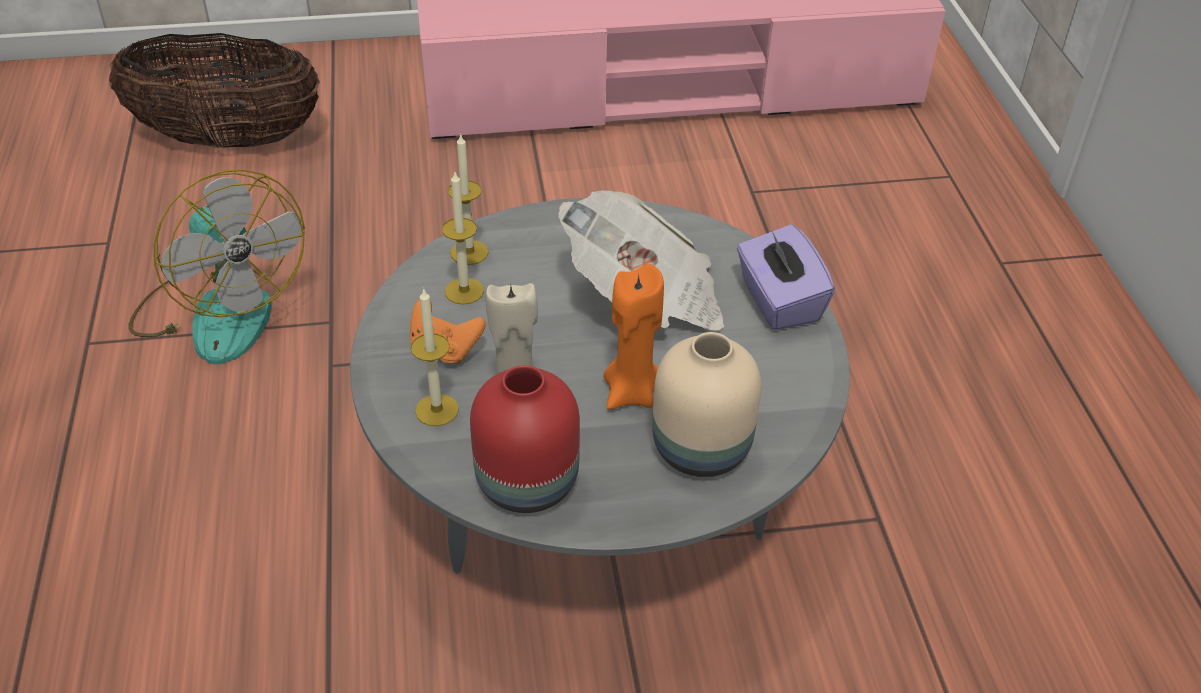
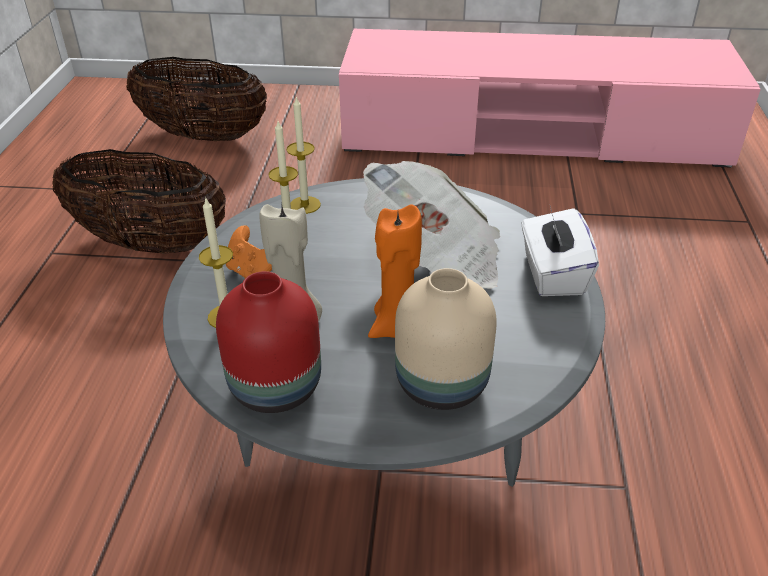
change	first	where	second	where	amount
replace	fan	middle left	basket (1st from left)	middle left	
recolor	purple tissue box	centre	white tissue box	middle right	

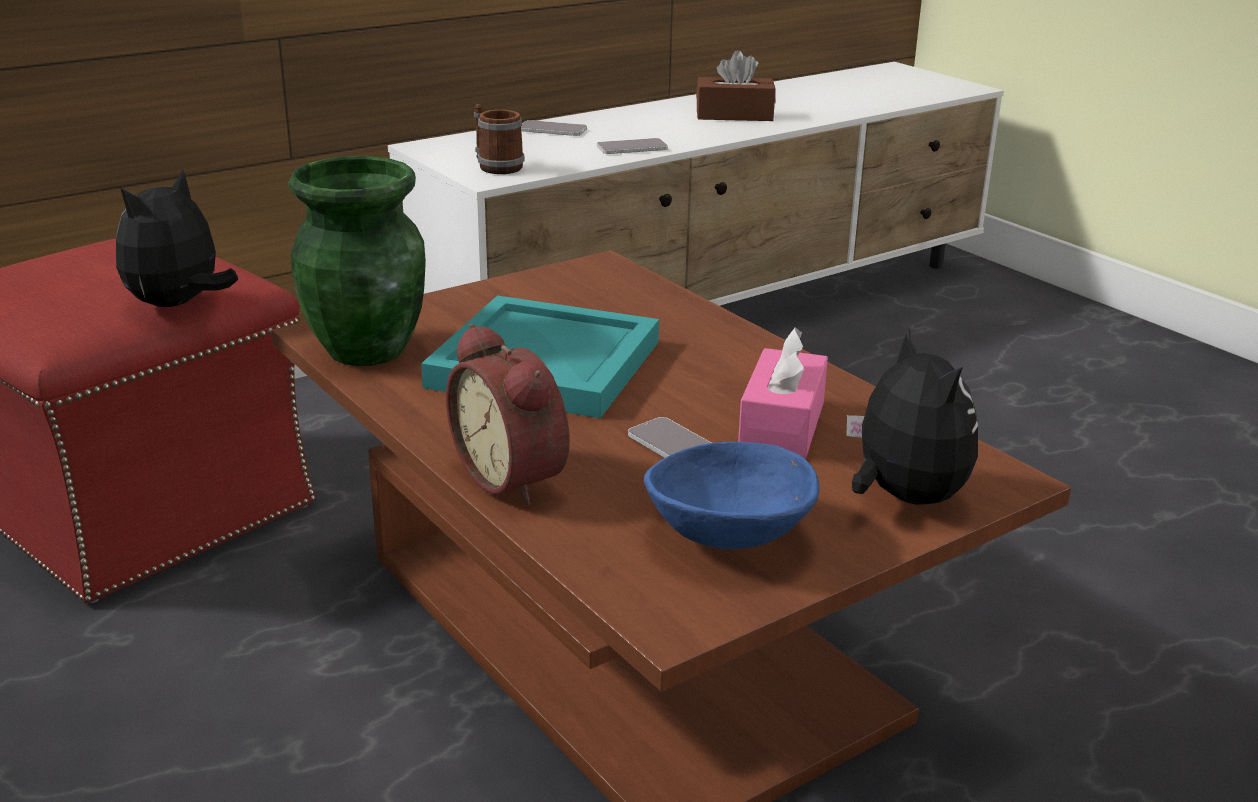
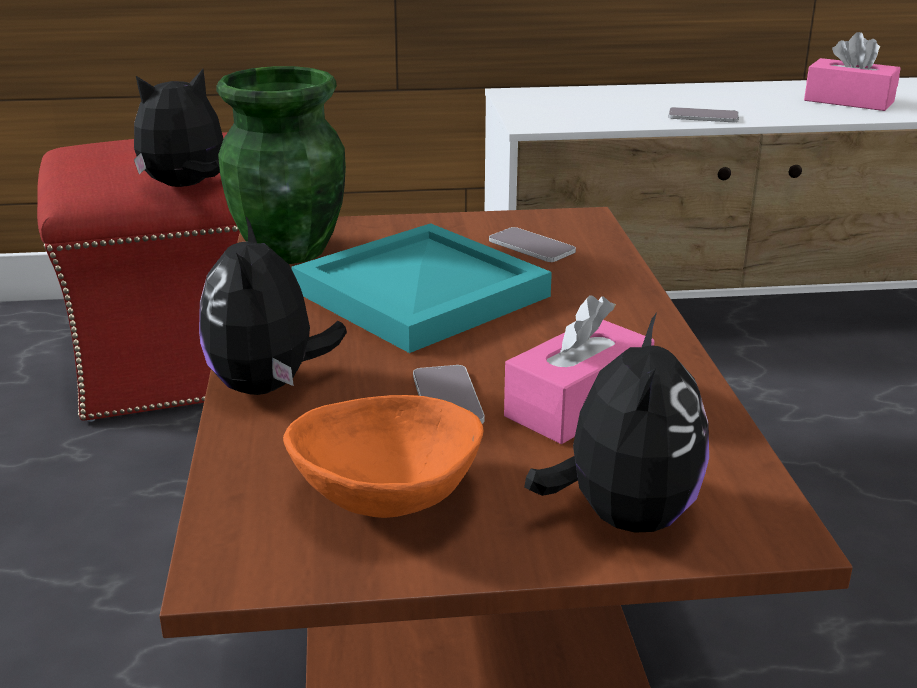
change	first	where	second	where	amount
recolor	brown tissue box	top centre	pink tissue box (2nd from left)	top right	
delete	mug	top centre			
move	phone (1st from left in the first image)	top centre	phone (2nd from left)	centre	
replace	alarm clock	centre	plush toy (2nd from left)	middle left	
recolor	blue bowl	centre	orange bowl	centre	

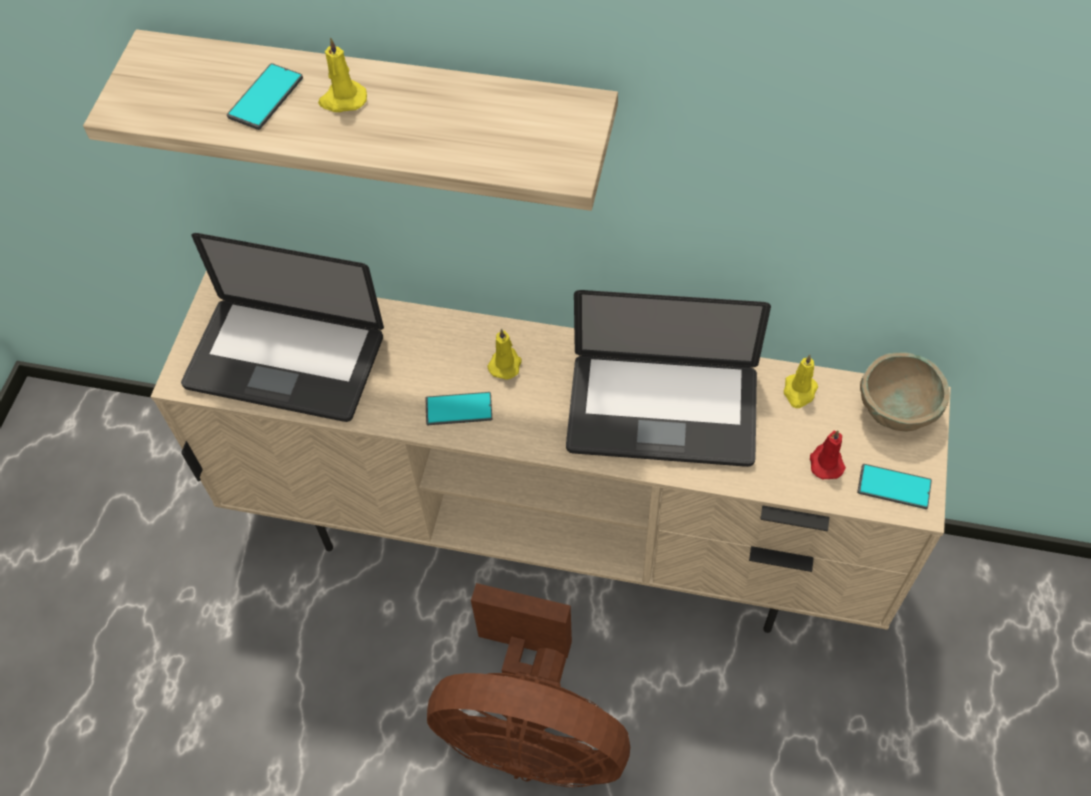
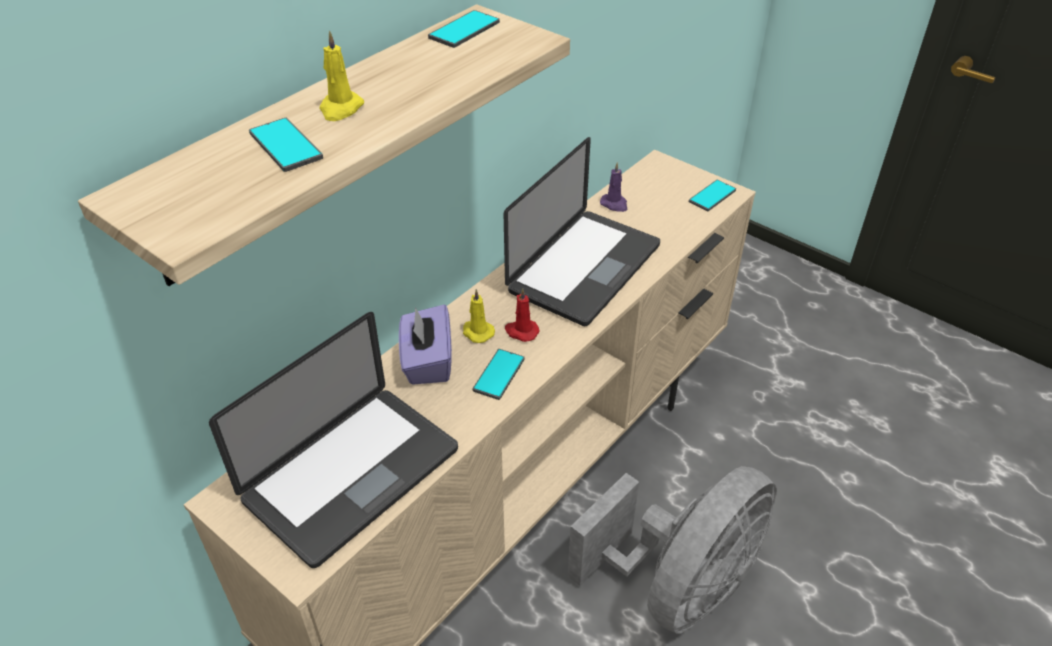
change	first	where	second	where	amount
delete	beige bowl	middle right			
recolor	yellow candle (3rd from left)	middle right	purple candle	top centre	
move	red candle	middle right		centre	
recolor	brown fan	bottom centre	grey fan	bottom centre	
insert			phone (2nd from left)	top centre	
insert			purple tissue box	centre	

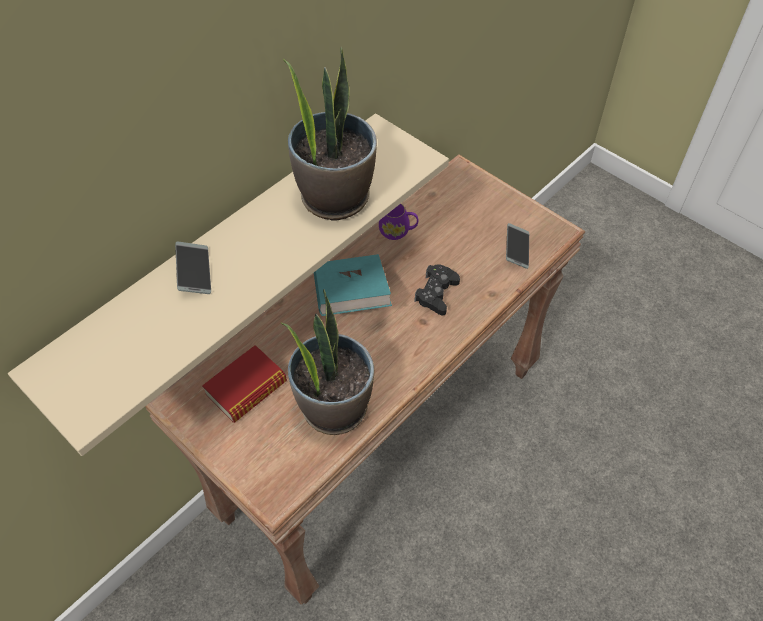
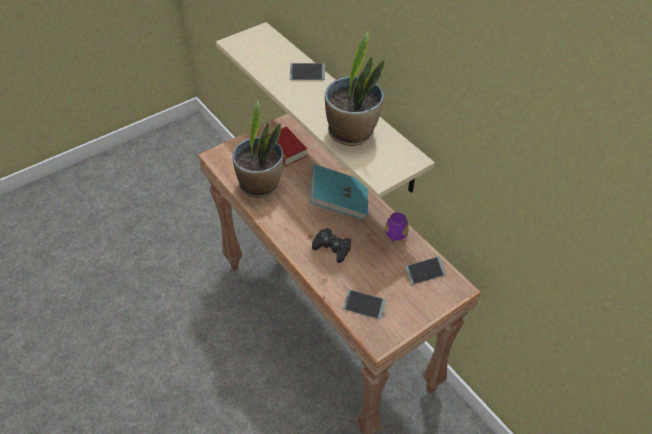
change	first	where	second	where	amount
insert			phone (3rd from left)	centre	

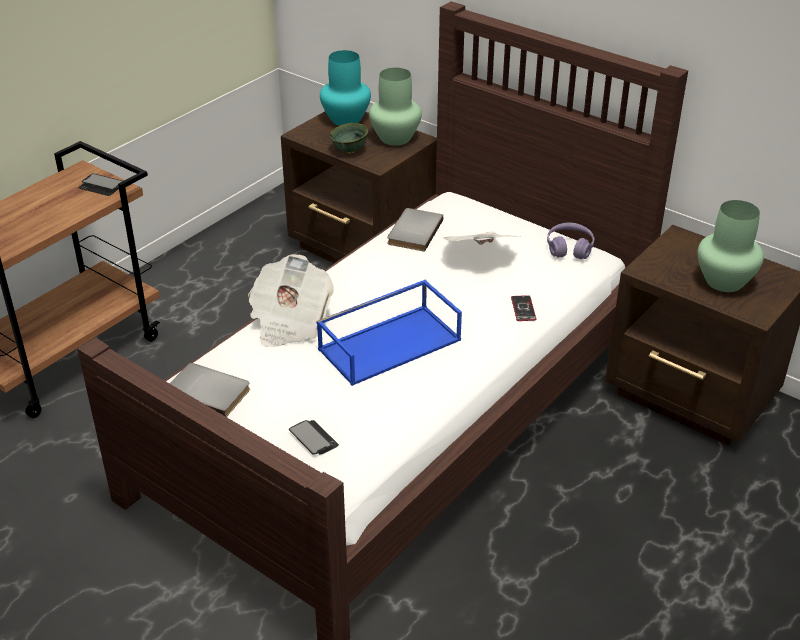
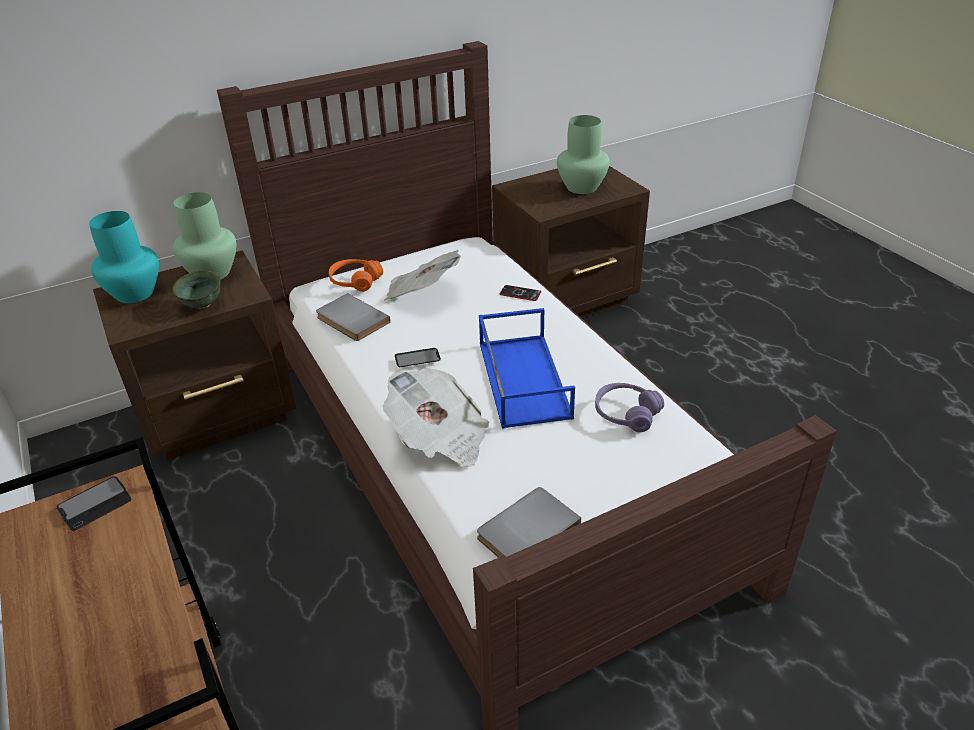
change	first	where	second	where	amount
move	purple headphones	middle right		centre	
move	phone (2nd from left)	bottom centre		centre	
insert			orange headphones	centre	

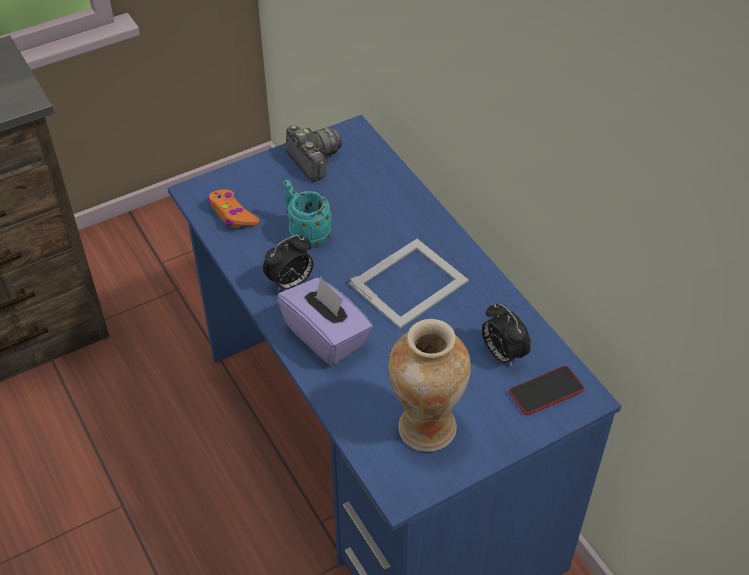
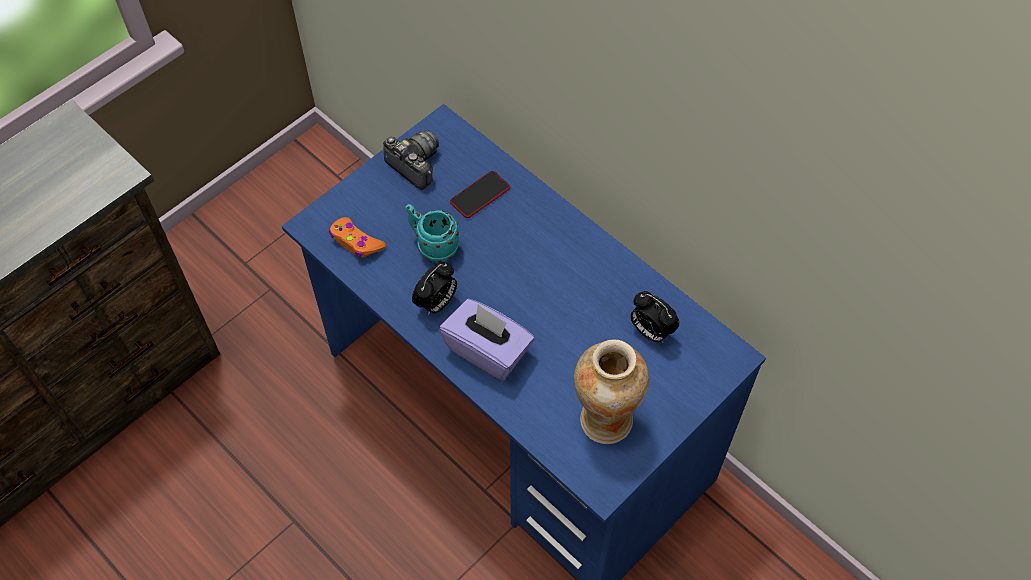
change	first	where	second	where	amount
delete	picture frame	centre			
move	phone	bottom right		centre	

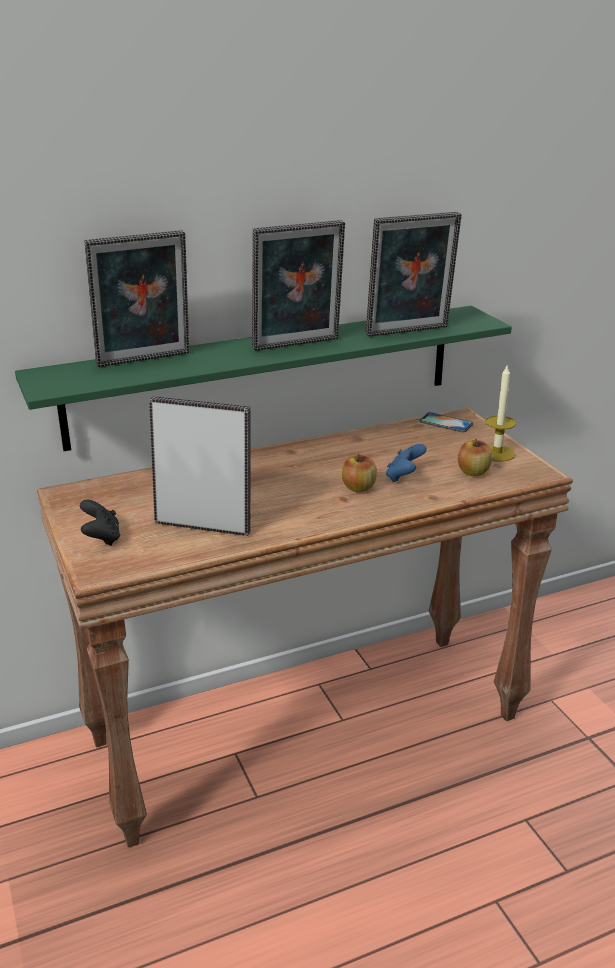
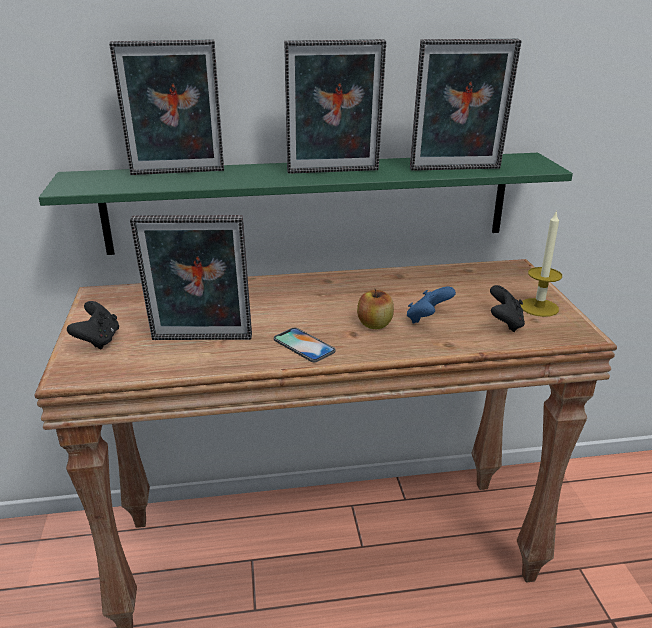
change	first	where	second	where	amount
rotate	picture frame (2nd from left)	middle left		middle left	150 degrees clockwise
move	phone	middle right		centre	
replace	apple (2nd from left)	middle right	black game controller (2nd from left)	middle right	

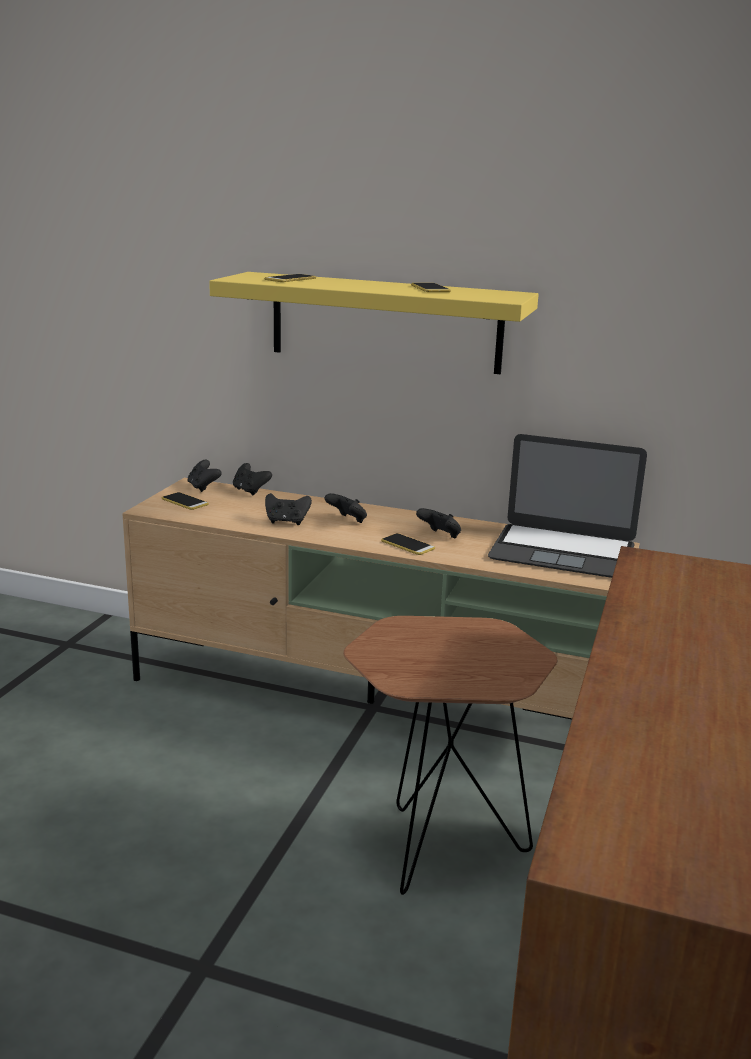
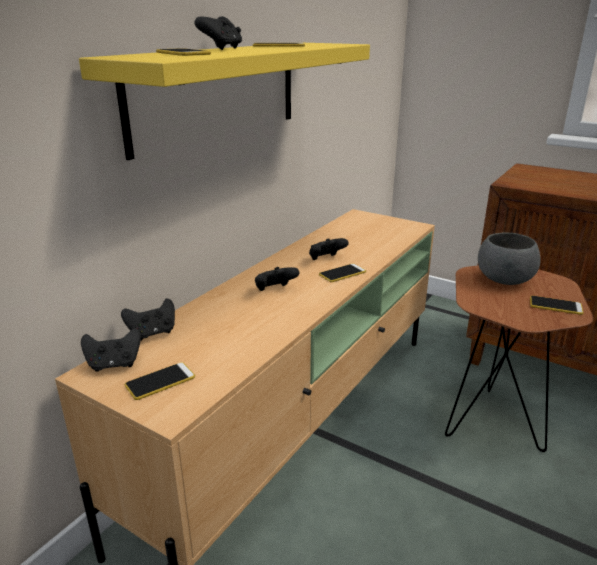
change	first	where	second	where	amount
delete	laptop	middle right			
move	black game controller (3rd from left)	centre		top centre	
insert			grey bowl	middle right	
insert			phone (5th from left)	middle right	

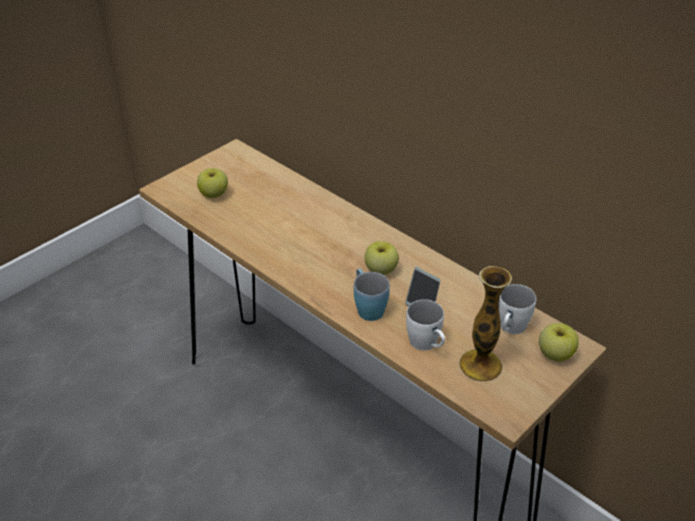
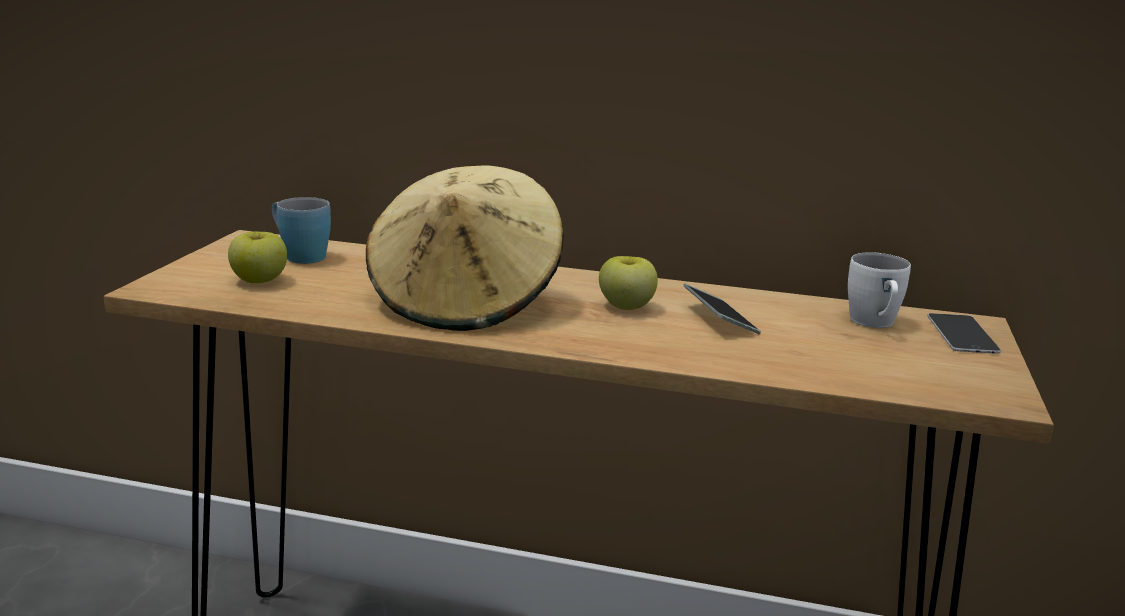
change	first	where	second	where	amount
delete	vase	middle right			
move	blue mug	centre		middle left	
delete	white mug (1st from left)	centre			
replace	apple (3rd from left)	middle right	phone (2nd from left)	middle right	
insert			beige hat	centre	

